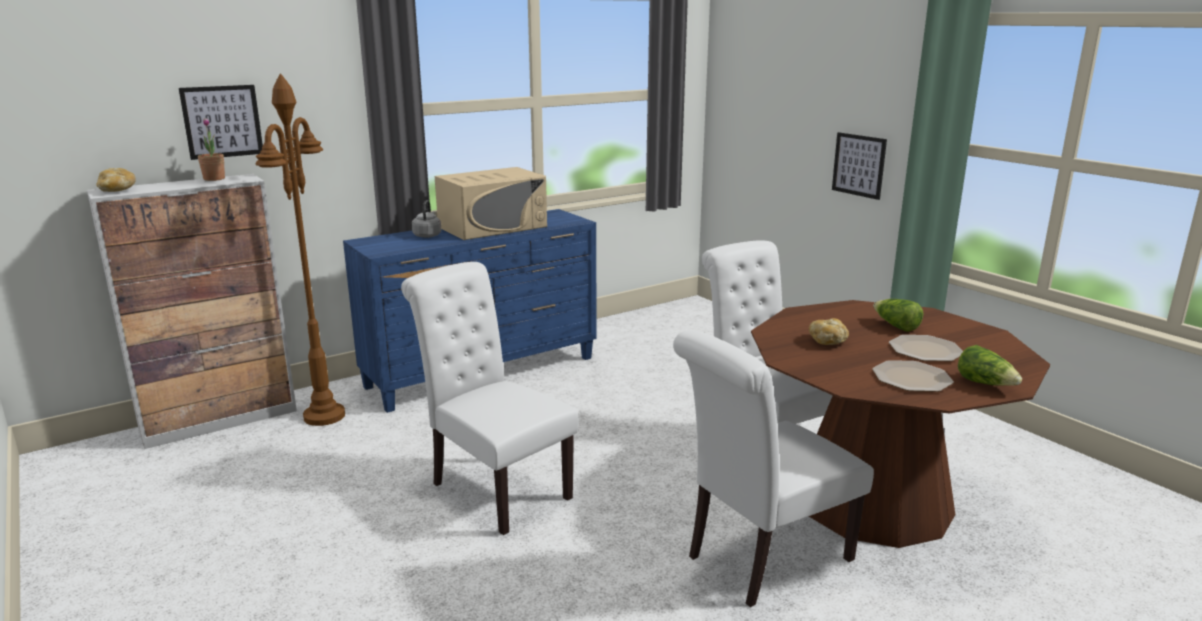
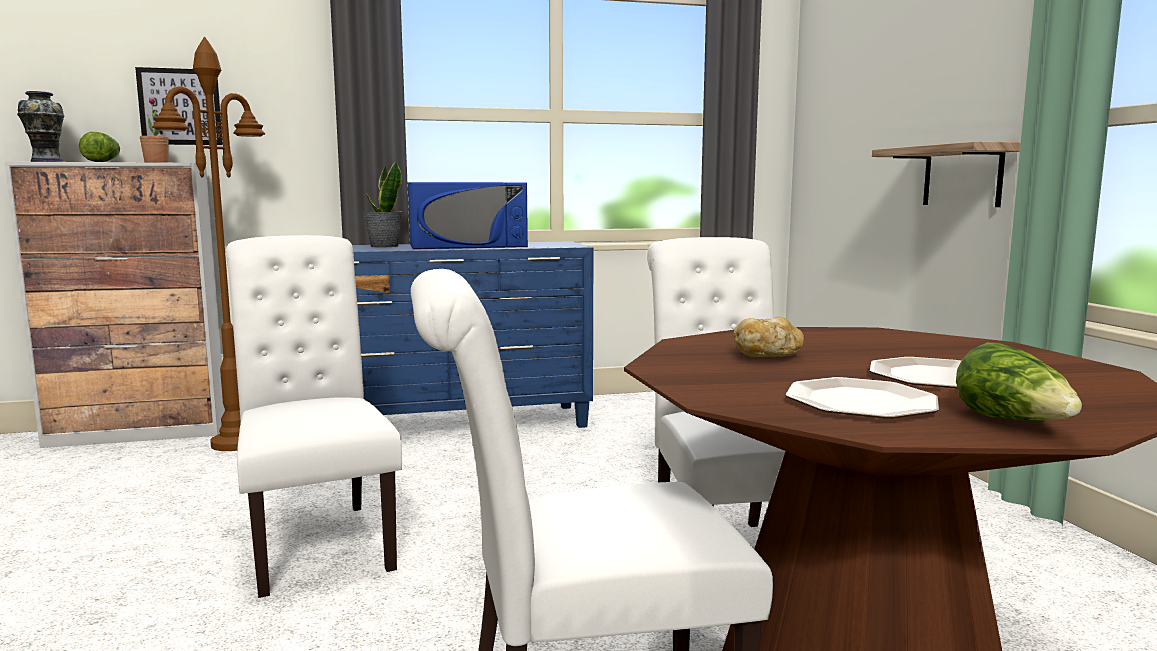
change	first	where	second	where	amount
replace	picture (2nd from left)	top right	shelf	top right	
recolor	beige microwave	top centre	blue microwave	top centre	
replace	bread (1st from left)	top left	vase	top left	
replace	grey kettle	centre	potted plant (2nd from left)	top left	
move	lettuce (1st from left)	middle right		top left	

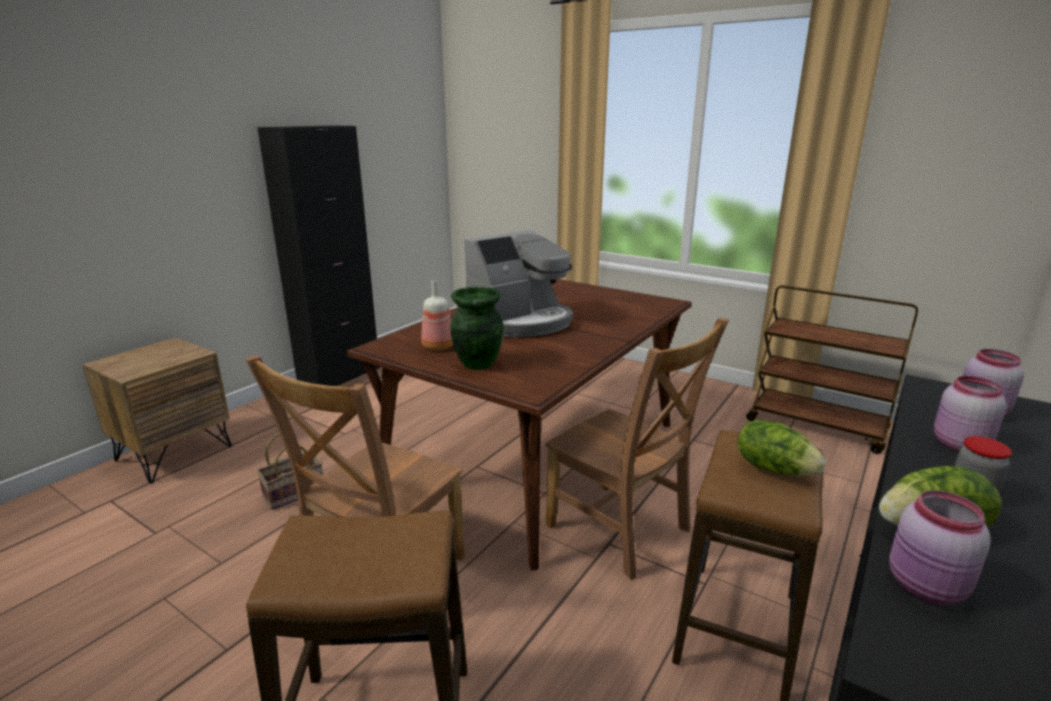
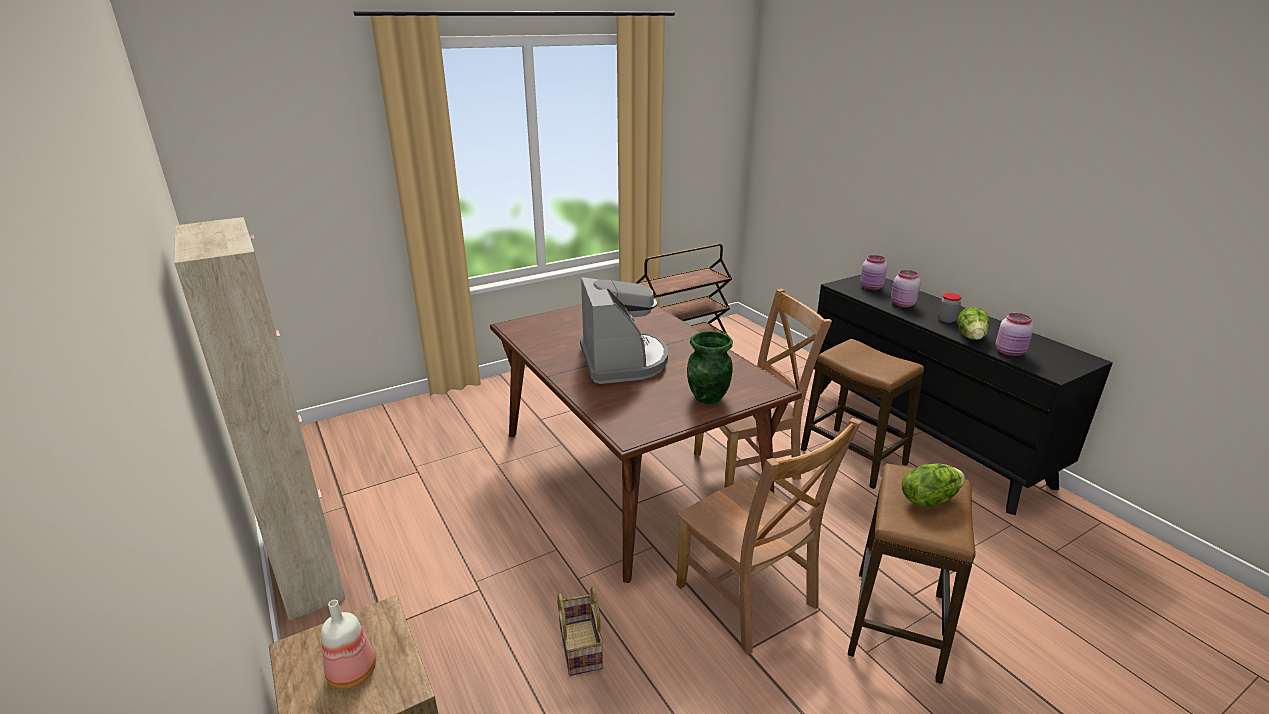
change	first	where	second	where	amount
recolor	black cabinet	middle left	beige cabinet	middle left	
move	bottle	centre		bottom left	
move	lettuce (1st from left)	middle right		bottom right	

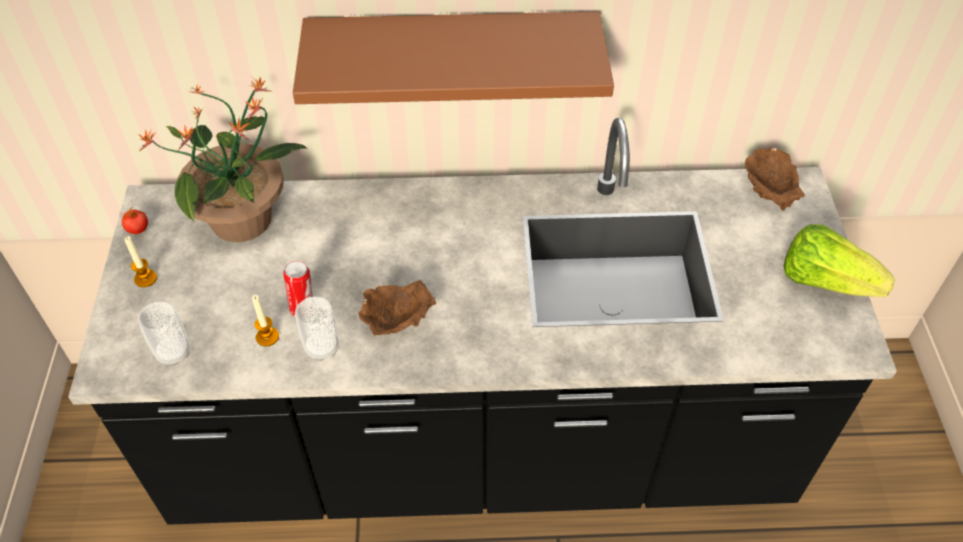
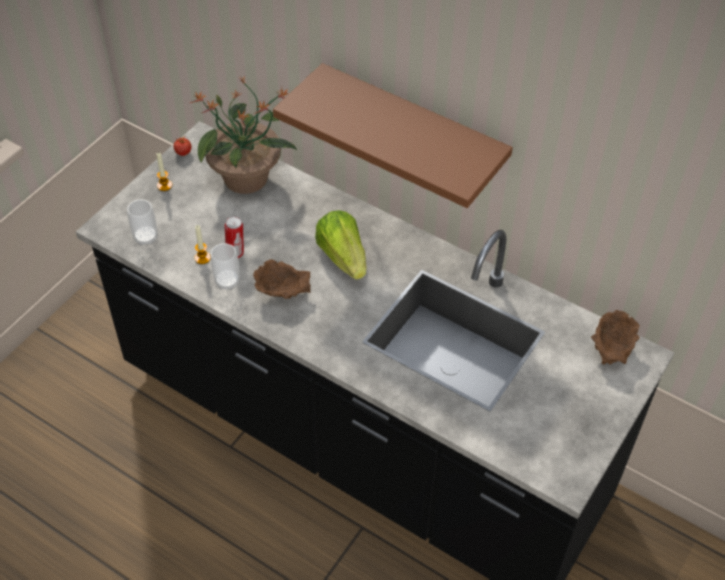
change	first	where	second	where	amount
move	lettuce	middle right		centre	

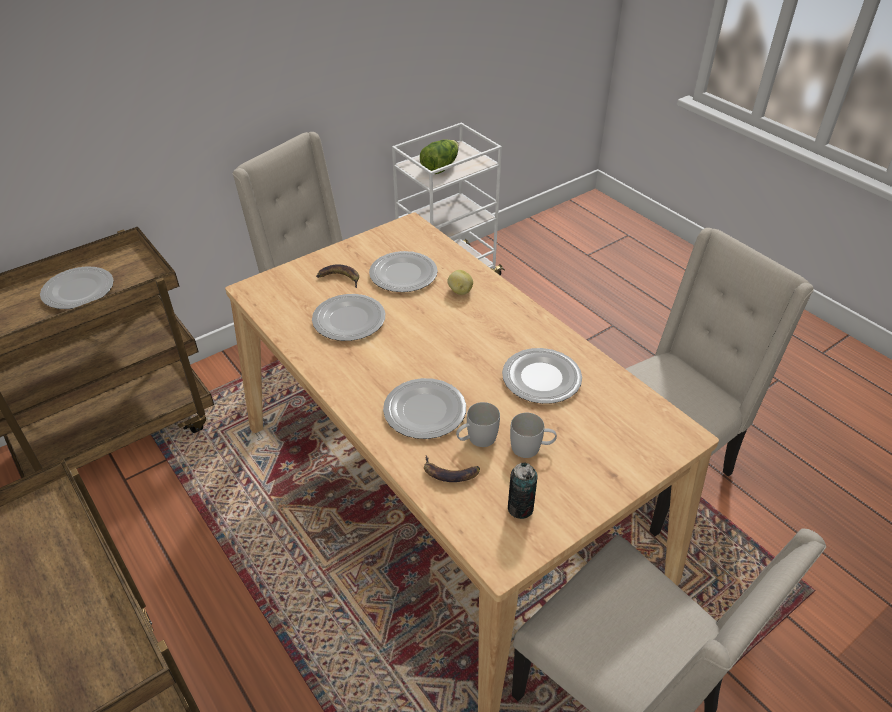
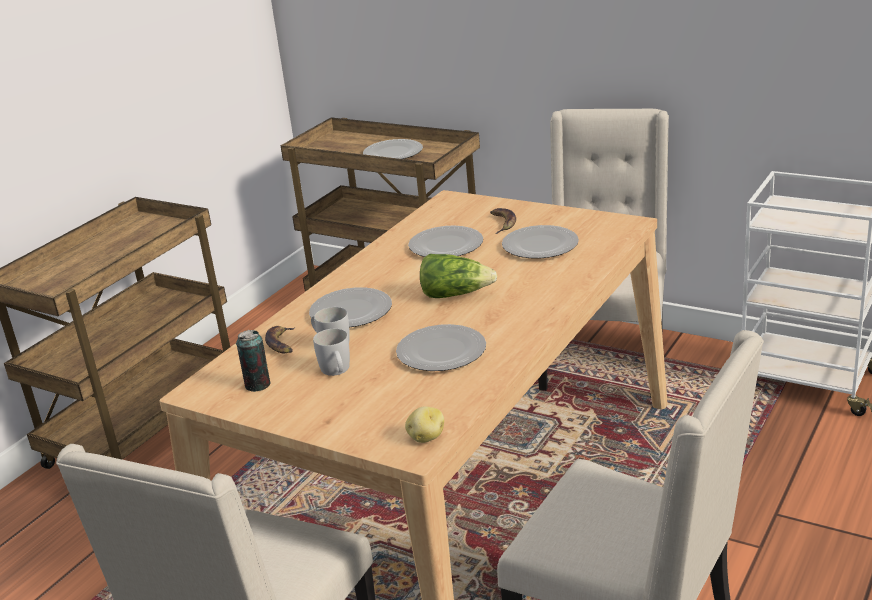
change	first	where	second	where	amount
move	lettuce	top centre		centre	
move	potato	centre		bottom centre	

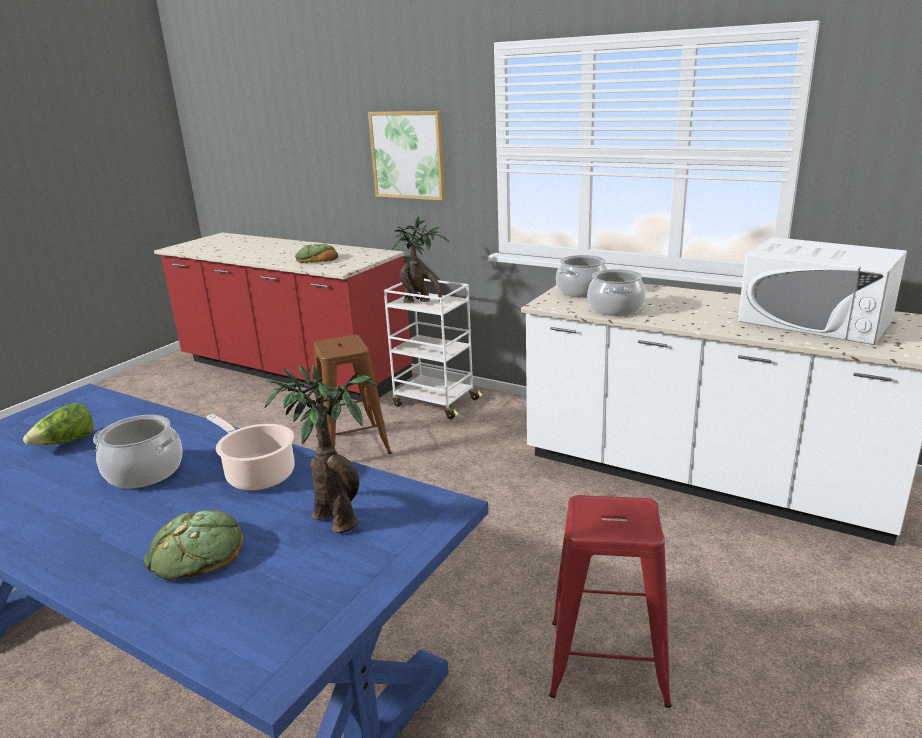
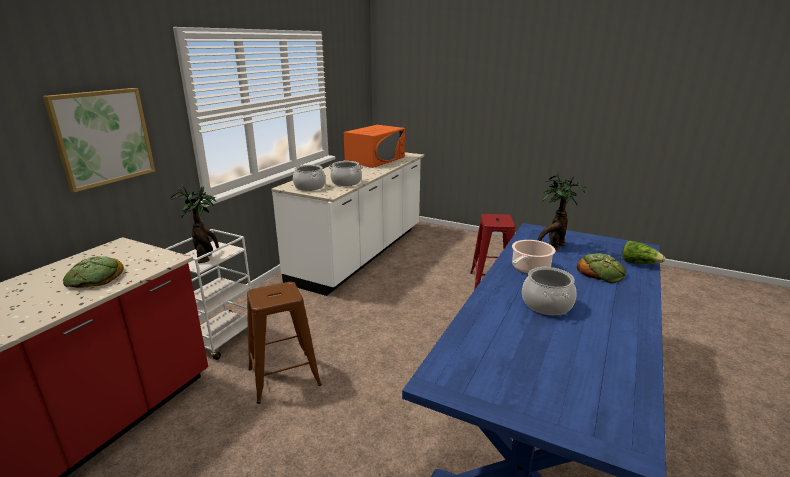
change	first	where	second	where	amount
recolor	white microwave	middle right	orange microwave	top centre	
move	lettuce	middle left		middle right	

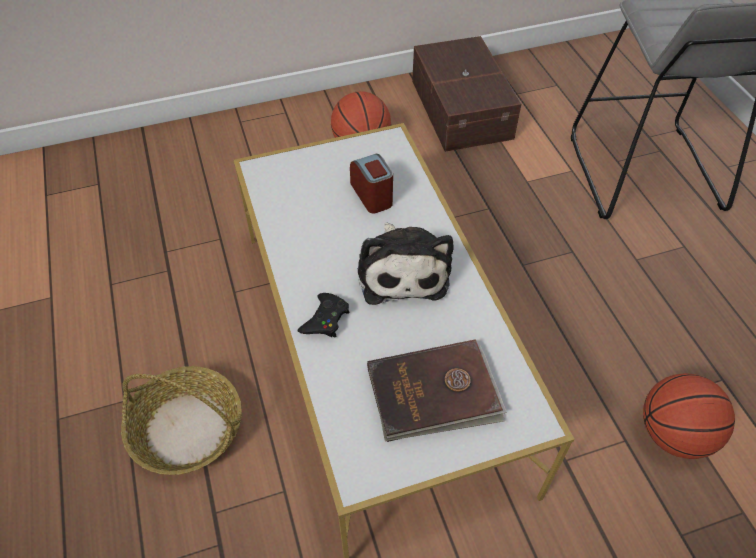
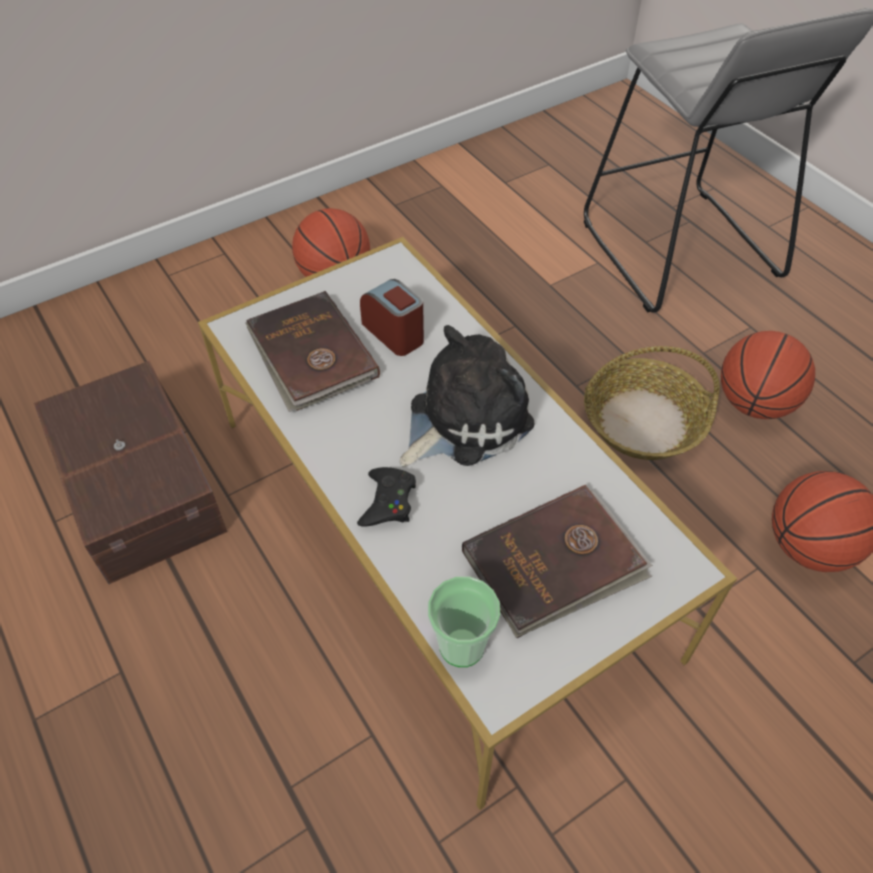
change	first	where	second	where	amount
move	brown storage box	top centre		middle left	
rotate	plush toy	centre		centre	105 degrees counterclockwise
move	basket	bottom left		middle right	
insert			brown book (1st from left)	centre	
insert			basketball (2nd from left)	middle right	
insert			cup	bottom centre	

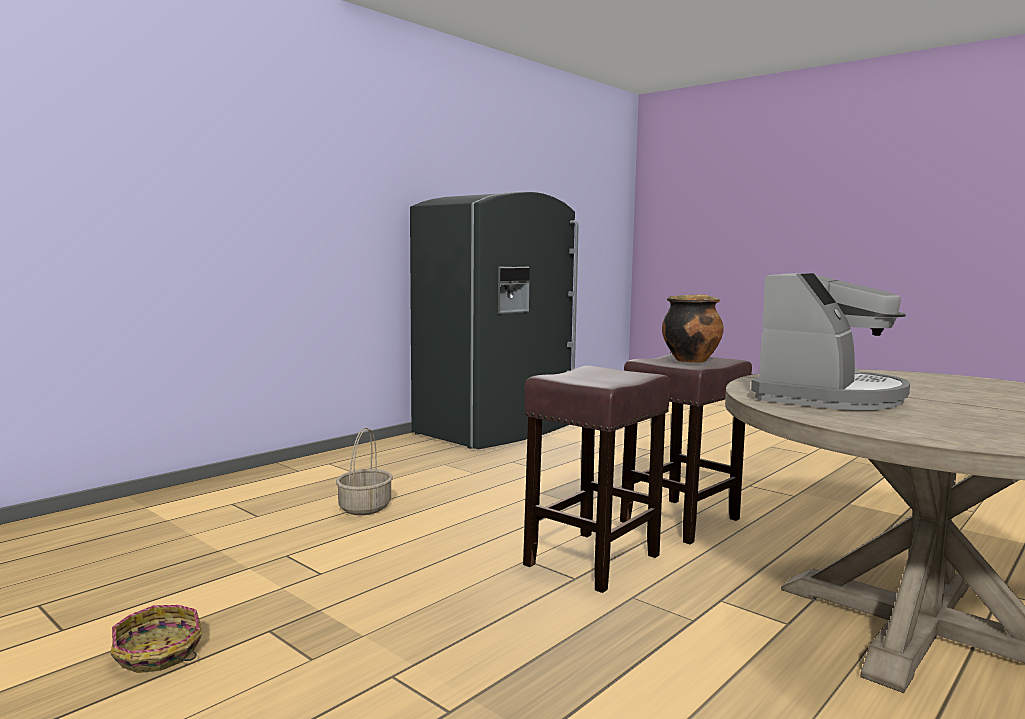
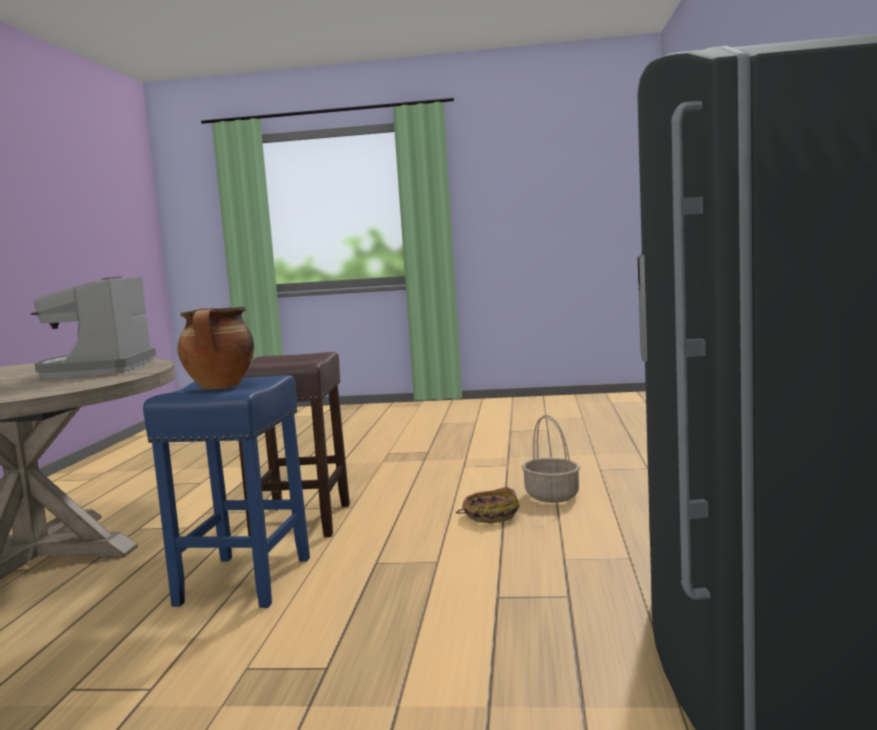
change	first	where	second	where	amount
recolor	brown stool (2nd from left)	middle right	blue stool	bottom left	
move	basket (1st from left)	bottom left		bottom centre	

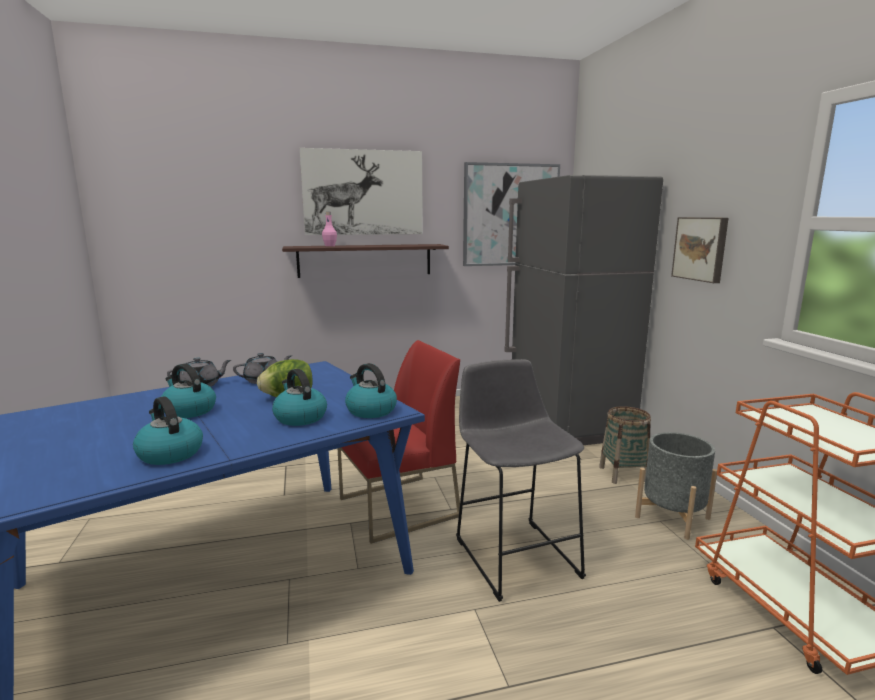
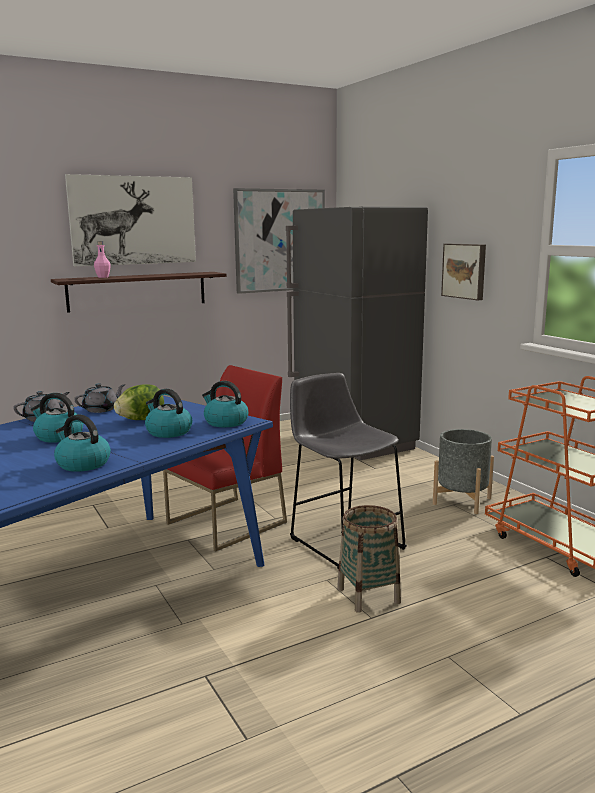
change	first	where	second	where	amount
move	basket	middle right		bottom centre	

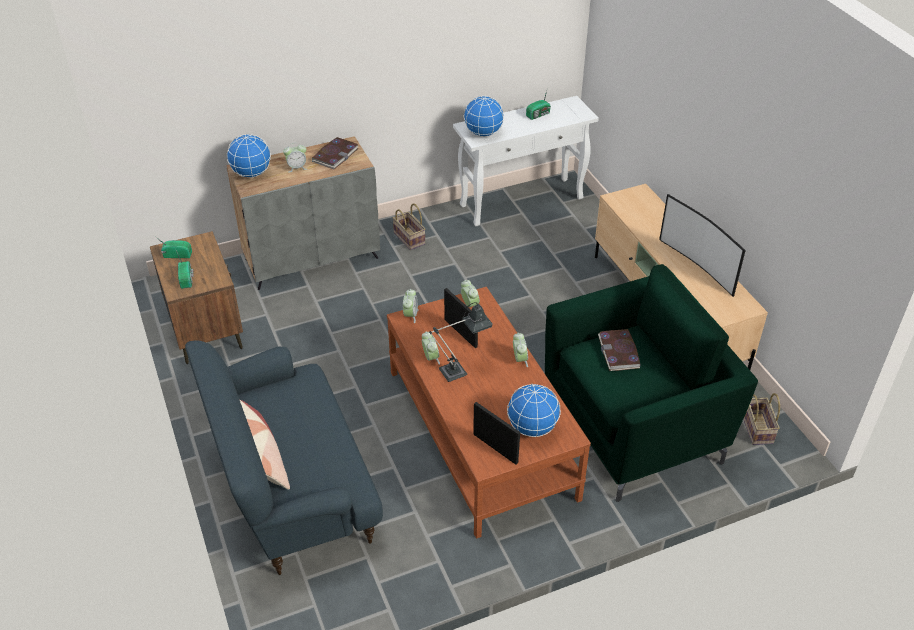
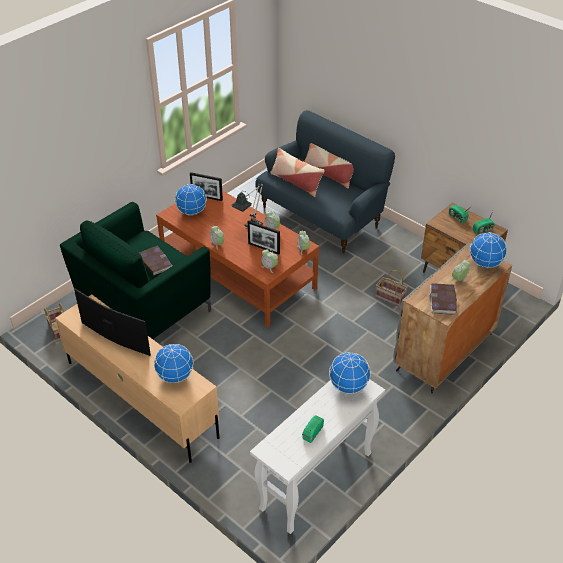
change	first	where	second	where	amount
move	basket (1st from left in the first image)	centre	basket (2nd from left)	middle right	
insert			pillow (1st from left)	top centre	
insert			globe (1st from left)	middle left	

